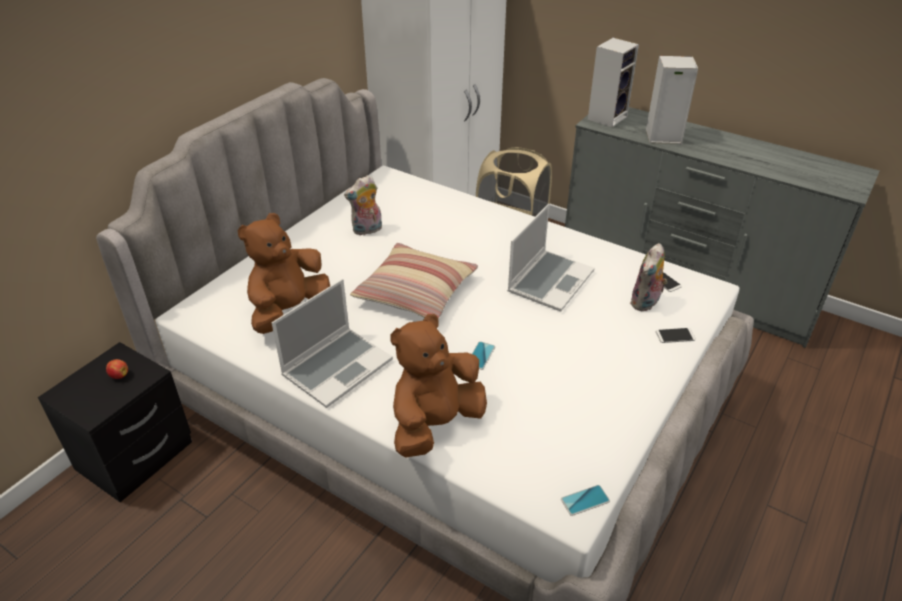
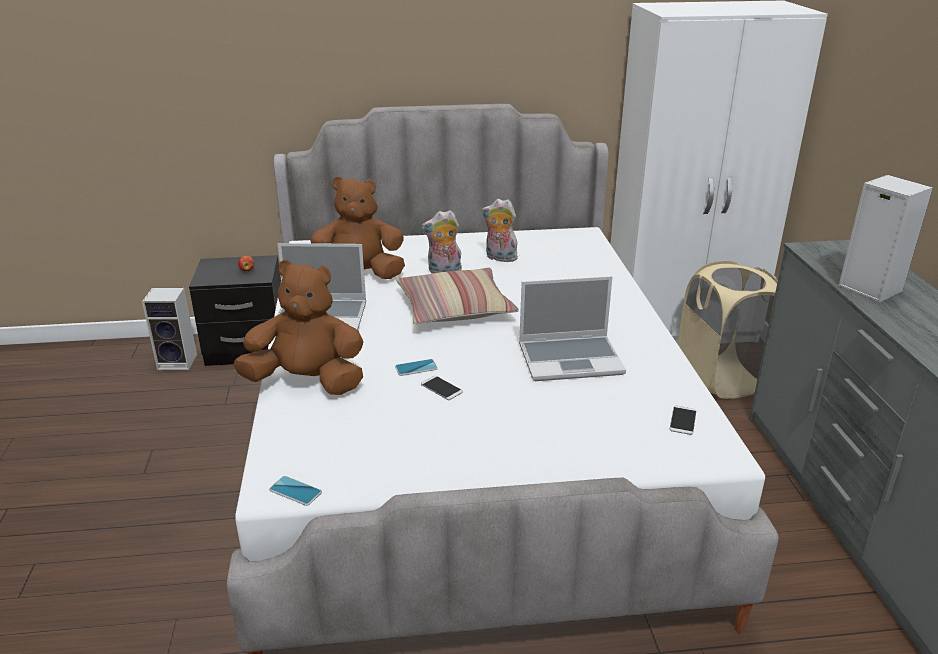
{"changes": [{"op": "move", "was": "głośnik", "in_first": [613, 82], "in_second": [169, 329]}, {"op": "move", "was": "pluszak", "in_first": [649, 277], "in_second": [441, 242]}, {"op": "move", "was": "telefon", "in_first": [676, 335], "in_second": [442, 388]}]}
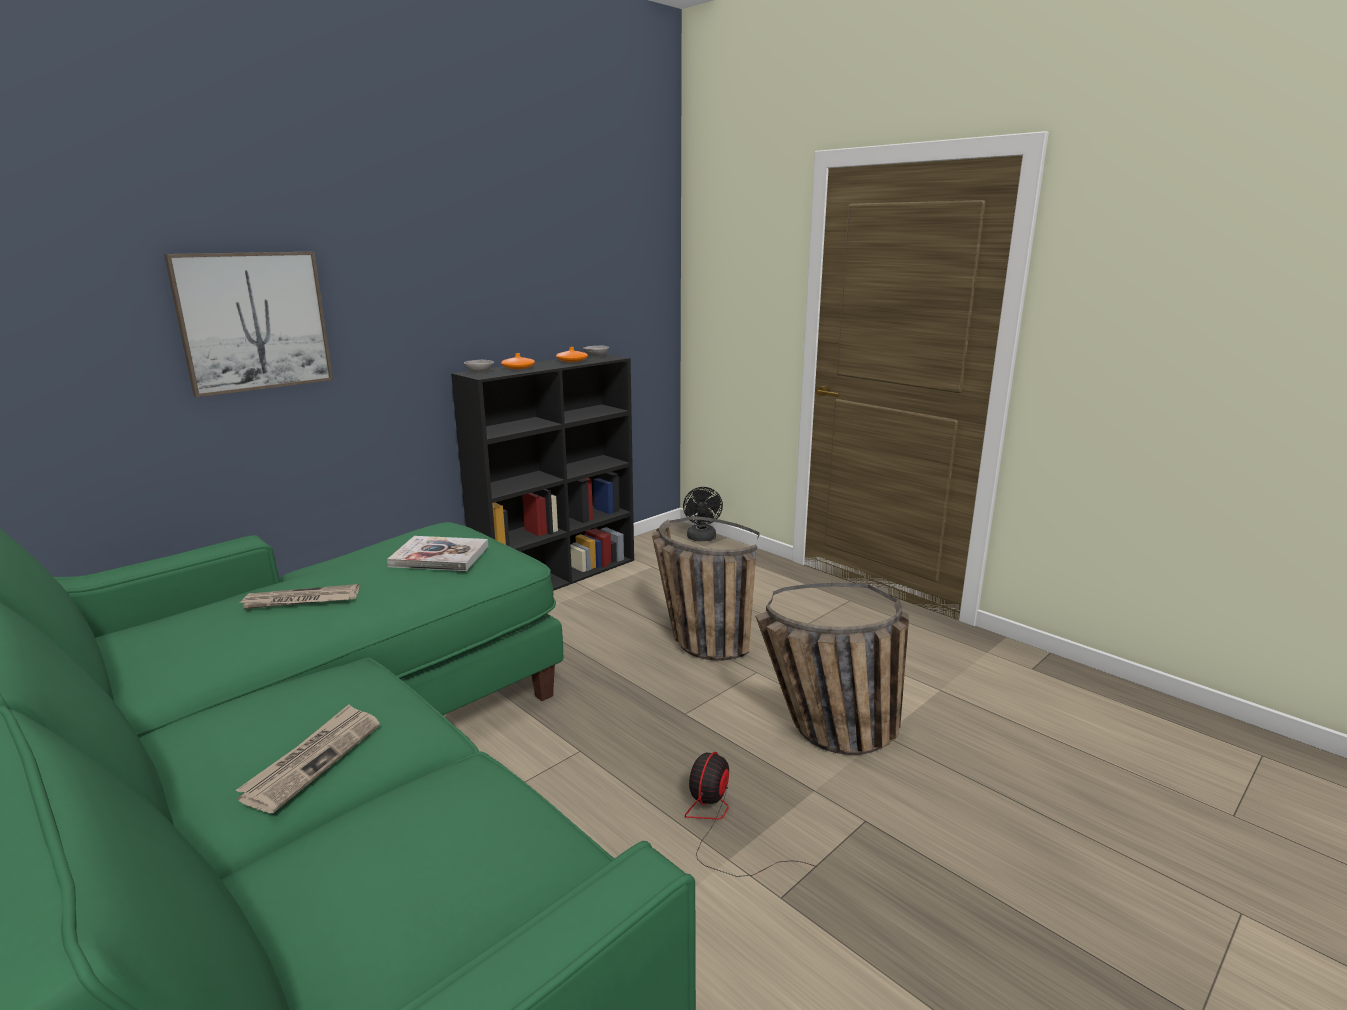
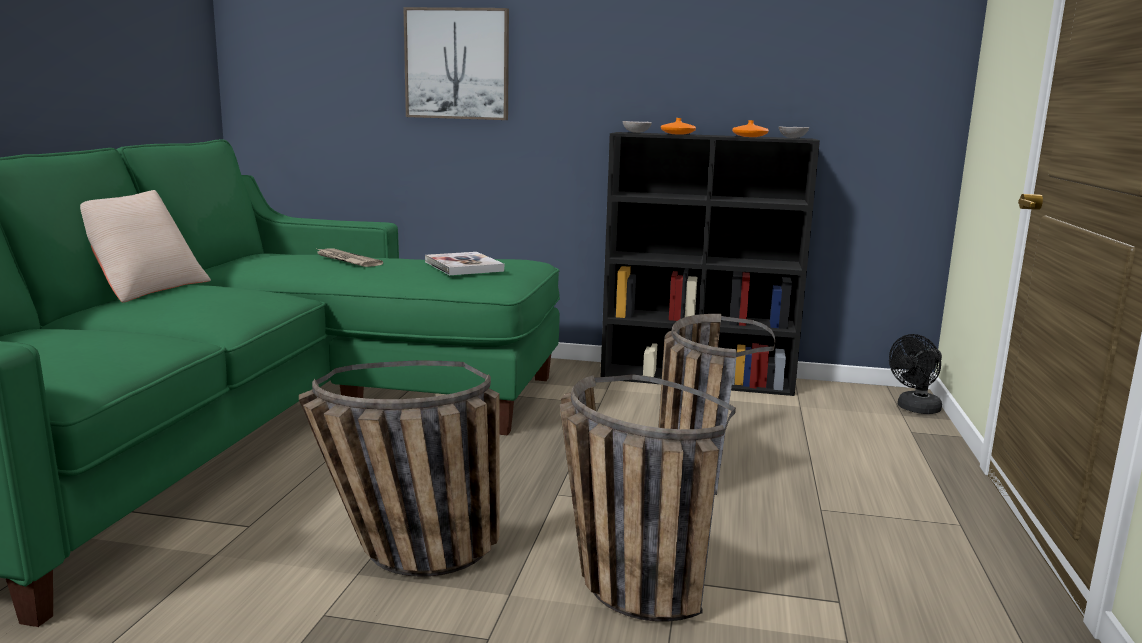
{"changes": [{"op": "delete", "was": "gazeta", "in_first": [308, 758]}, {"op": "replace", "was": "wentylator", "now": "koszyk", "in_first": [751, 814], "in_second": [399, 468]}, {"op": "insert", "now": "poduszka [beżowy]", "in_second": [145, 246]}]}
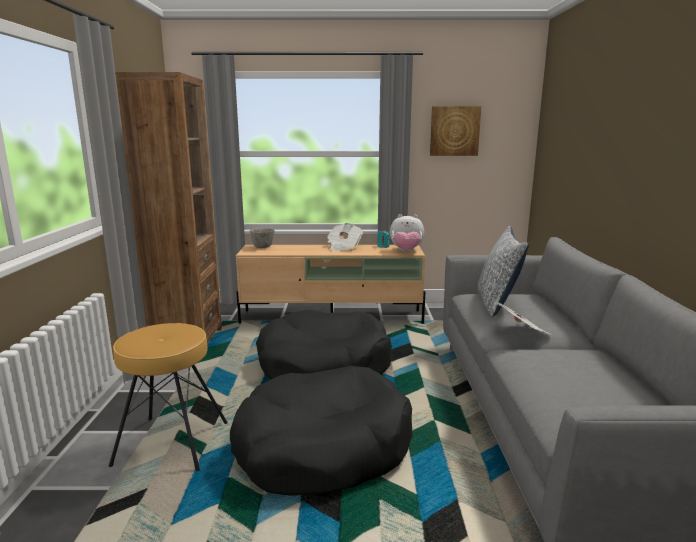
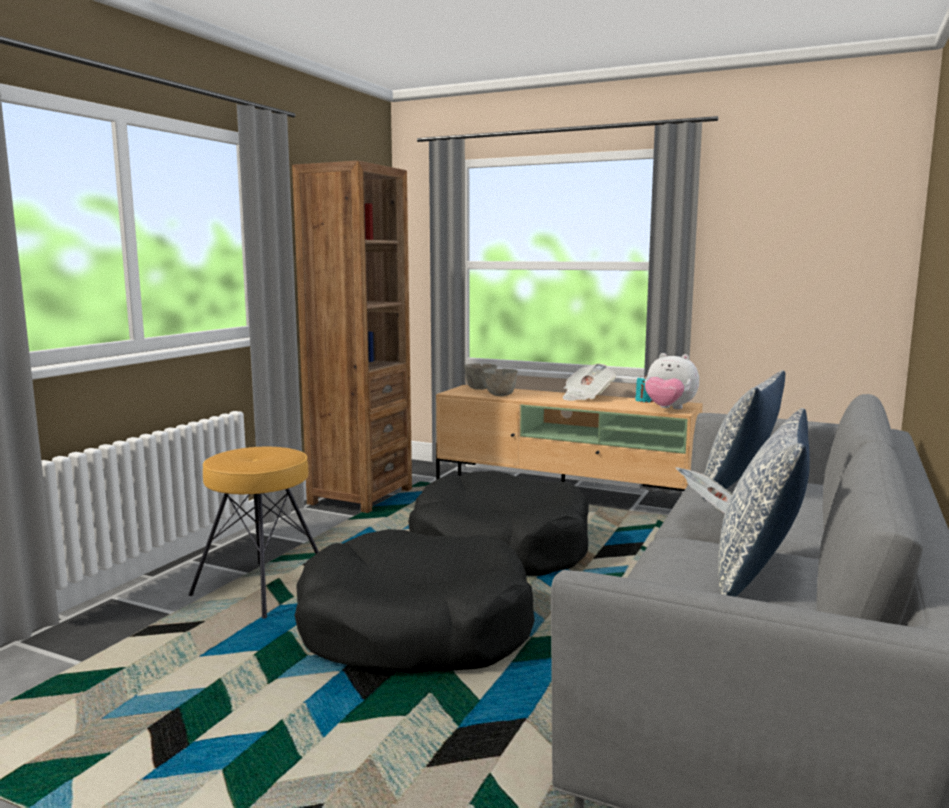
{"changes": [{"op": "delete", "was": "obraz", "in_first": [455, 131]}, {"op": "insert", "now": "miska [szary]", "in_second": [500, 382]}, {"op": "insert", "now": "poduszka", "in_second": [764, 502]}]}
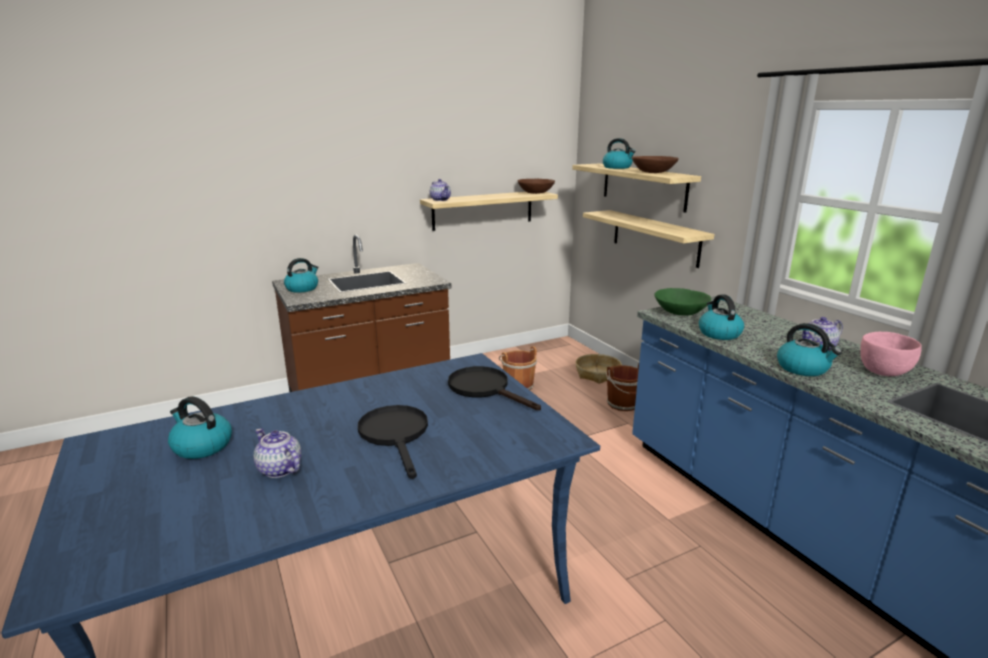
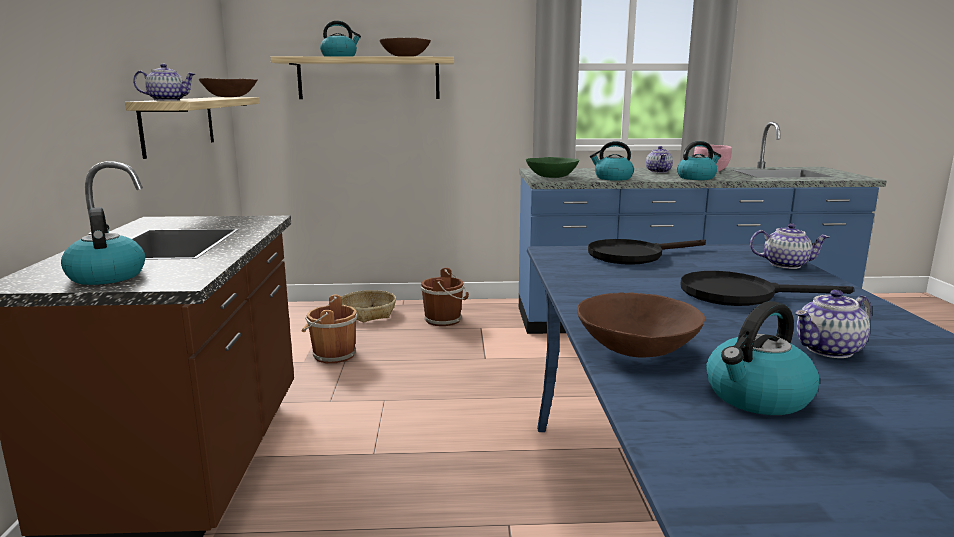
{"changes": [{"op": "delete", "was": "półka", "in_first": [649, 239]}, {"op": "insert", "now": "imbryk", "in_second": [789, 246]}, {"op": "insert", "now": "miska [brązowy]", "in_second": [641, 324]}]}
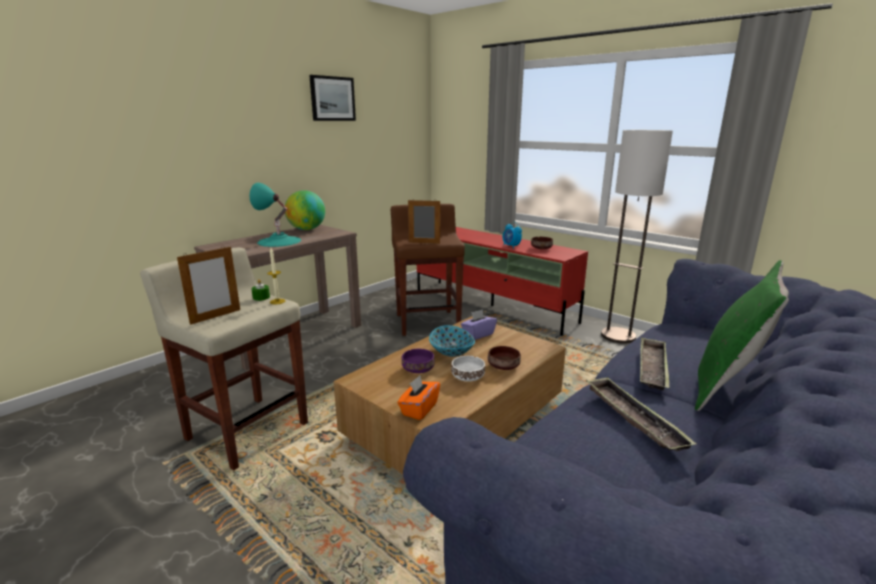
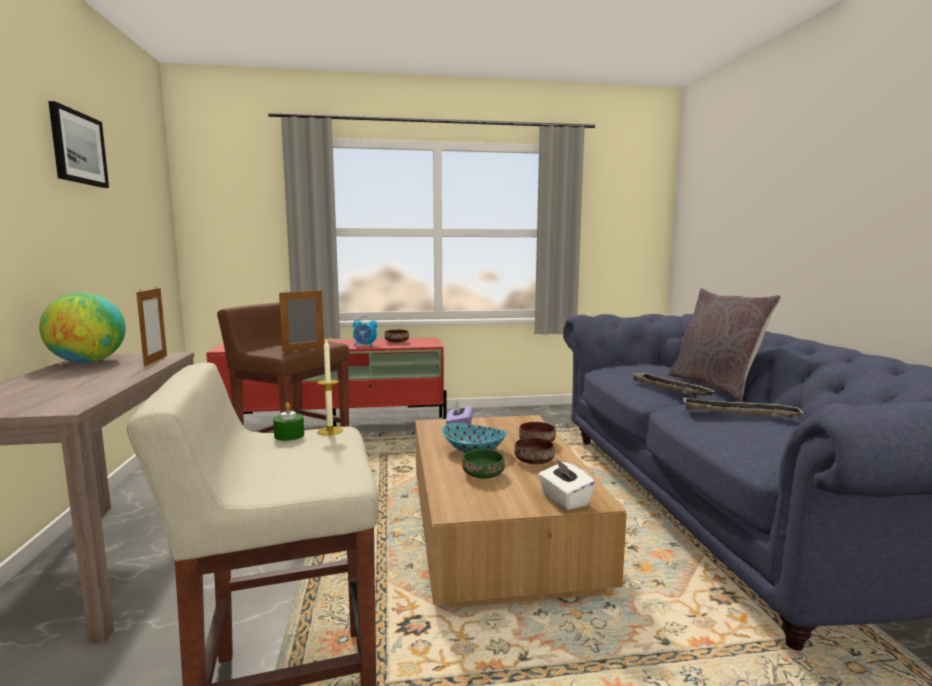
{"changes": [{"op": "delete", "was": "lampa stojąca", "in_first": [637, 237]}, {"op": "delete", "was": "lampa stołowa [turkusowy]", "in_first": [275, 215]}, {"op": "move", "was": "ramka na zdjęcie", "in_first": [208, 285], "in_second": [151, 326]}, {"op": "recolor", "was": "poduszka [zielony]", "now": "poduszka [szary]", "in_first": [742, 335], "in_second": [724, 344]}, {"op": "recolor", "was": "miska [fioletowy]", "now": "miska [zielony]", "in_first": [418, 361], "in_second": [483, 464]}, {"op": "recolor", "was": "miska [biały]", "now": "miska [brązowy]", "in_first": [468, 369], "in_second": [534, 450]}, {"op": "recolor", "was": "pudełko chusteczek [pomarańczowy]", "now": "pudełko chusteczek [biały]", "in_first": [418, 397], "in_second": [566, 484]}]}
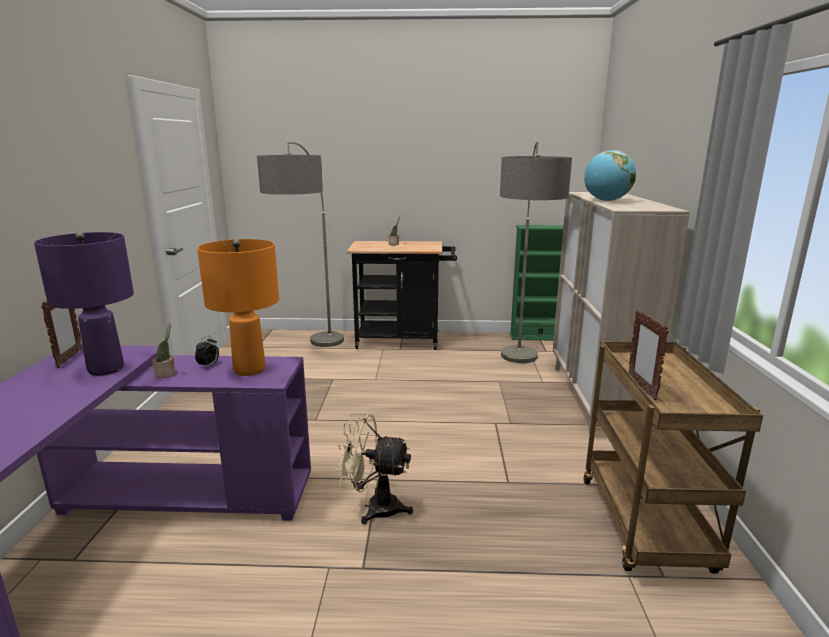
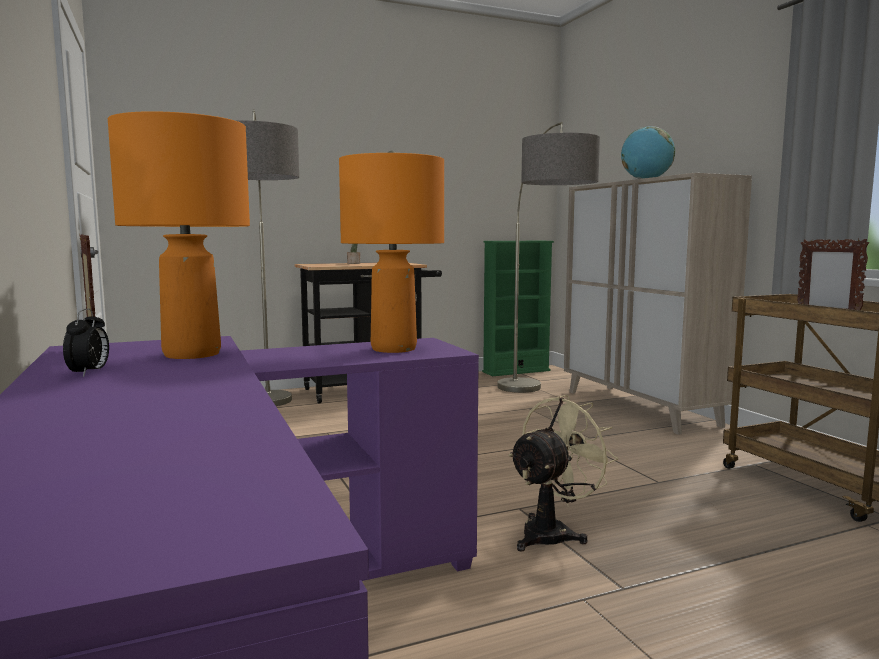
{"changes": [{"op": "recolor", "was": "lampa stołowa [fioletowy]", "now": "lampa stołowa [pomarańczowy]", "in_first": [84, 304], "in_second": [179, 235]}, {"op": "delete", "was": "roślina doniczkowa", "in_first": [163, 350]}, {"op": "move", "was": "budzik", "in_first": [207, 352], "in_second": [86, 343]}, {"op": "rotate", "was": "wentylator [beżowy]", "in_first": [374, 468], "in_second": [563, 473], "clockwise": 150}]}
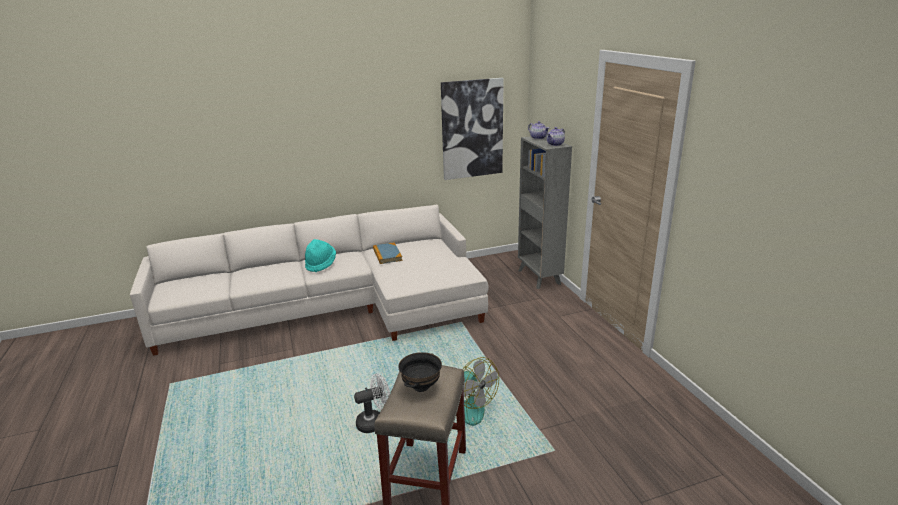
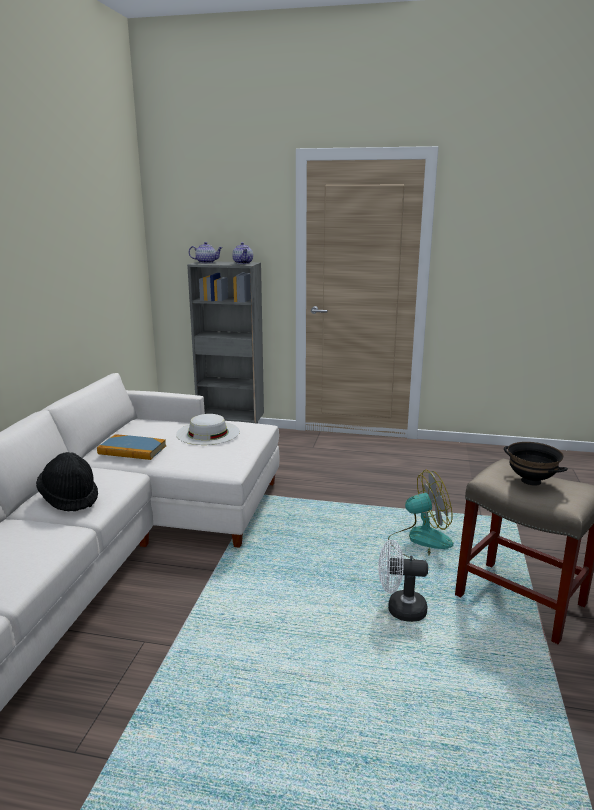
{"changes": [{"op": "delete", "was": "obraz", "in_first": [472, 129]}, {"op": "recolor", "was": "kapelusz [turkusowy]", "now": "kapelusz [czarny]", "in_first": [320, 255], "in_second": [67, 481]}, {"op": "rotate", "was": "wentylator [biały]", "in_first": [372, 403], "in_second": [403, 580], "clockwise": -90}, {"op": "insert", "now": "kapelusz [biały]", "in_second": [208, 429]}]}
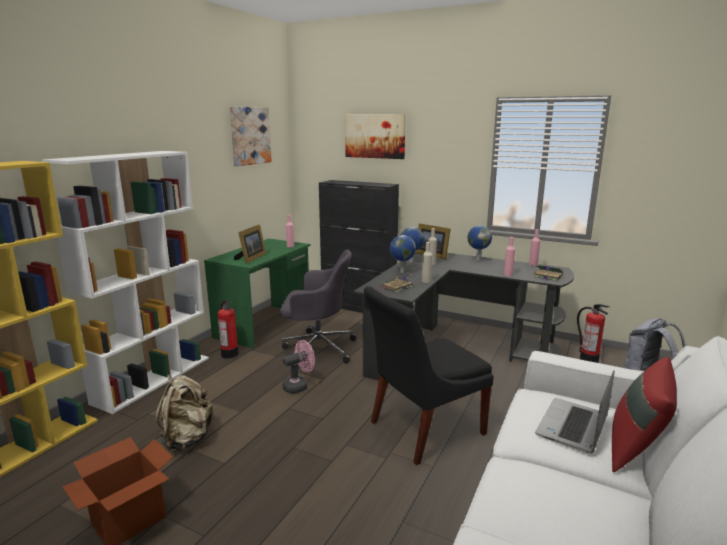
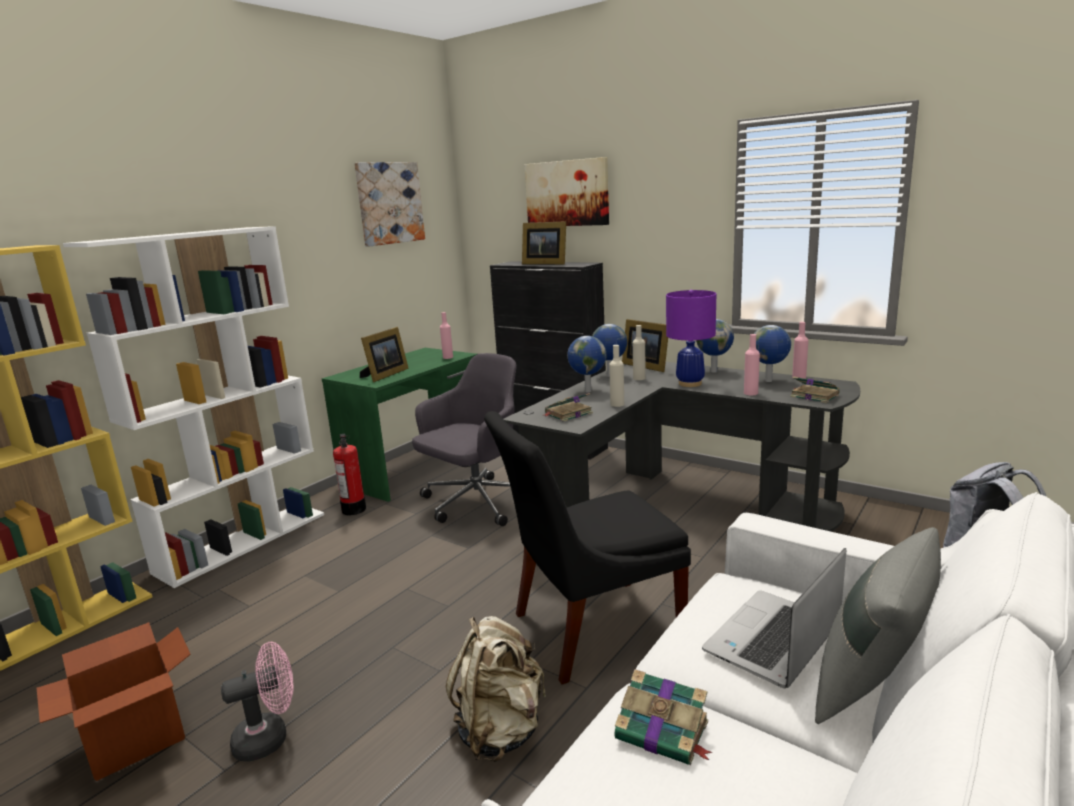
{"changes": [{"op": "rotate", "was": "krzesło biurowe [szary]", "in_first": [318, 308], "in_second": [464, 439], "clockwise": -60}, {"op": "delete", "was": "gaśnica", "in_first": [593, 333]}, {"op": "move", "was": "wentylator [różowy]", "in_first": [298, 366], "in_second": [257, 702]}, {"op": "recolor", "was": "poduszka [czerwony]", "now": "poduszka [szary]", "in_first": [644, 414], "in_second": [878, 625]}, {"op": "move", "was": "plecak [beżowy]", "in_first": [185, 412], "in_second": [496, 689]}, {"op": "insert", "now": "ramka na zdjęcie", "in_second": [544, 243]}, {"op": "insert", "now": "lampa stołowa [fioletowy]", "in_second": [691, 338]}, {"op": "insert", "now": "globus", "in_second": [772, 353]}, {"op": "insert", "now": "książka", "in_second": [663, 717]}]}
